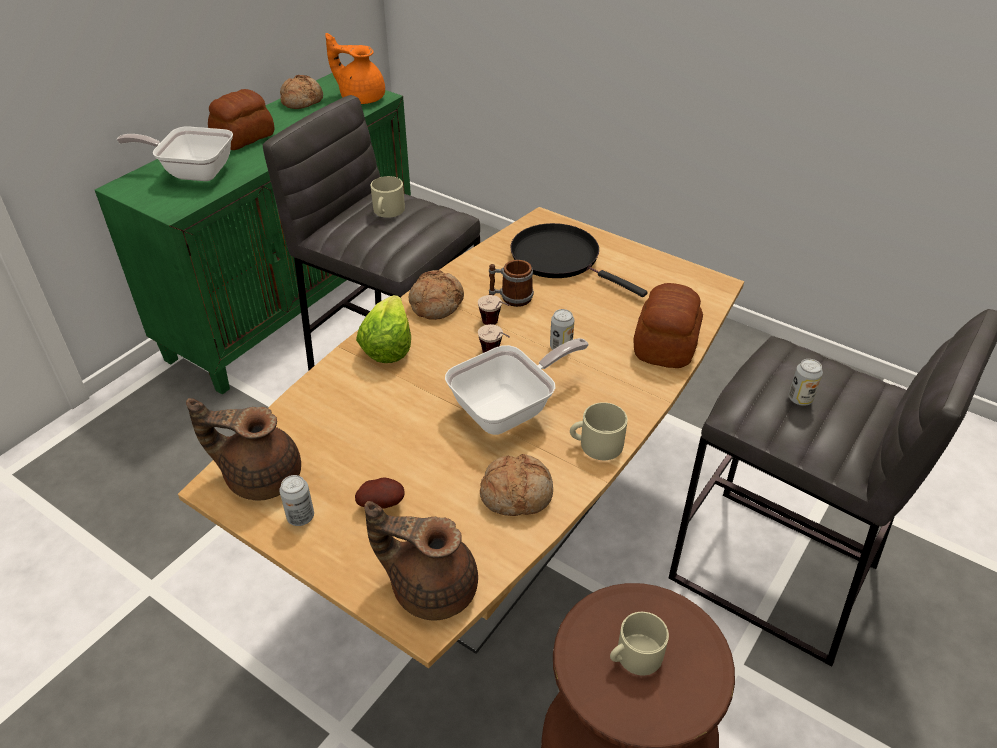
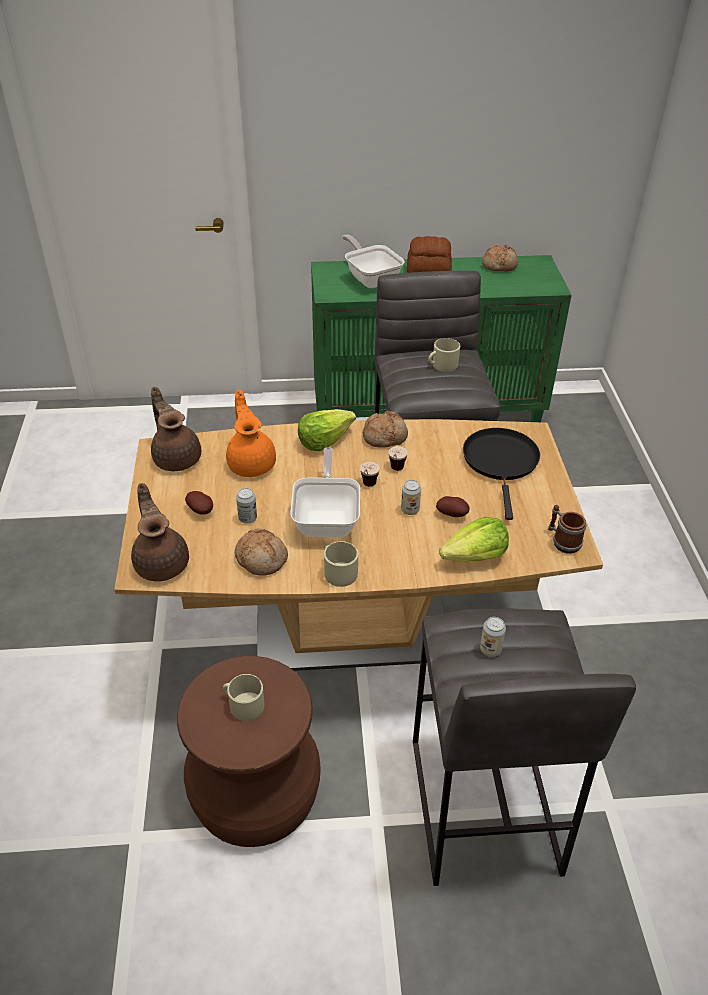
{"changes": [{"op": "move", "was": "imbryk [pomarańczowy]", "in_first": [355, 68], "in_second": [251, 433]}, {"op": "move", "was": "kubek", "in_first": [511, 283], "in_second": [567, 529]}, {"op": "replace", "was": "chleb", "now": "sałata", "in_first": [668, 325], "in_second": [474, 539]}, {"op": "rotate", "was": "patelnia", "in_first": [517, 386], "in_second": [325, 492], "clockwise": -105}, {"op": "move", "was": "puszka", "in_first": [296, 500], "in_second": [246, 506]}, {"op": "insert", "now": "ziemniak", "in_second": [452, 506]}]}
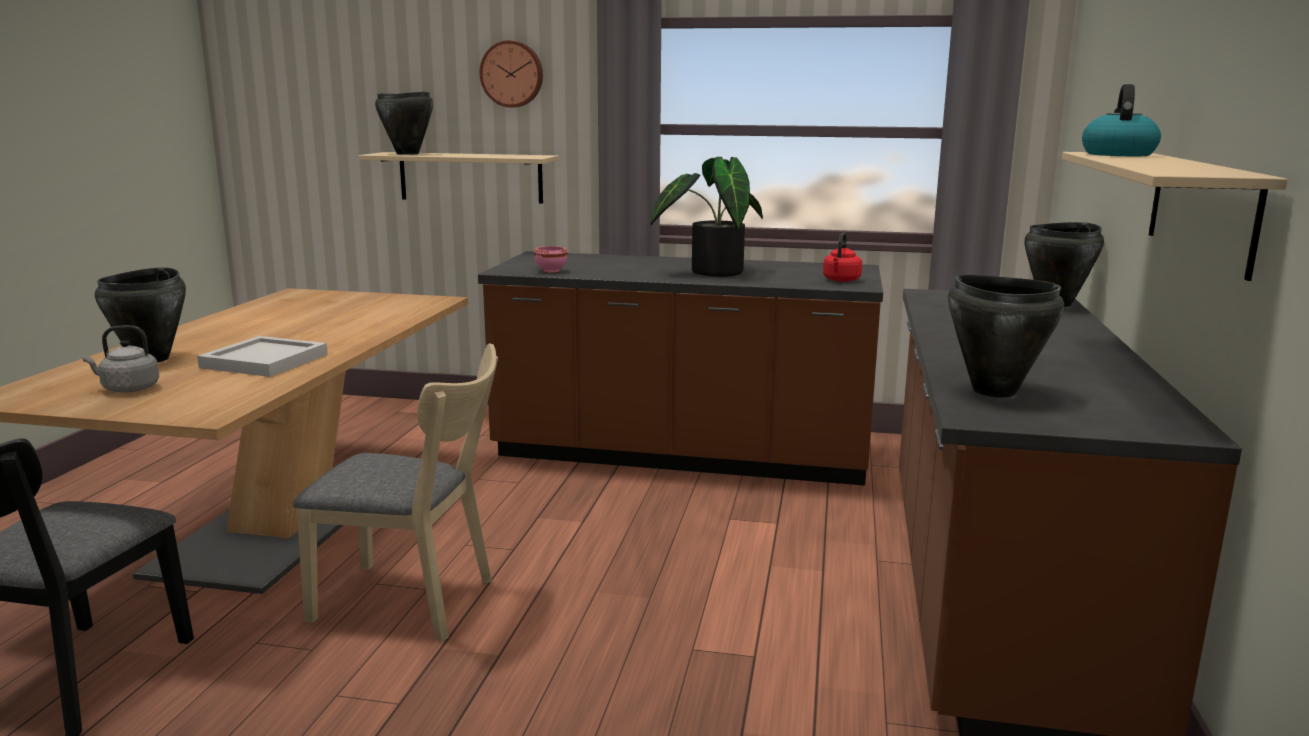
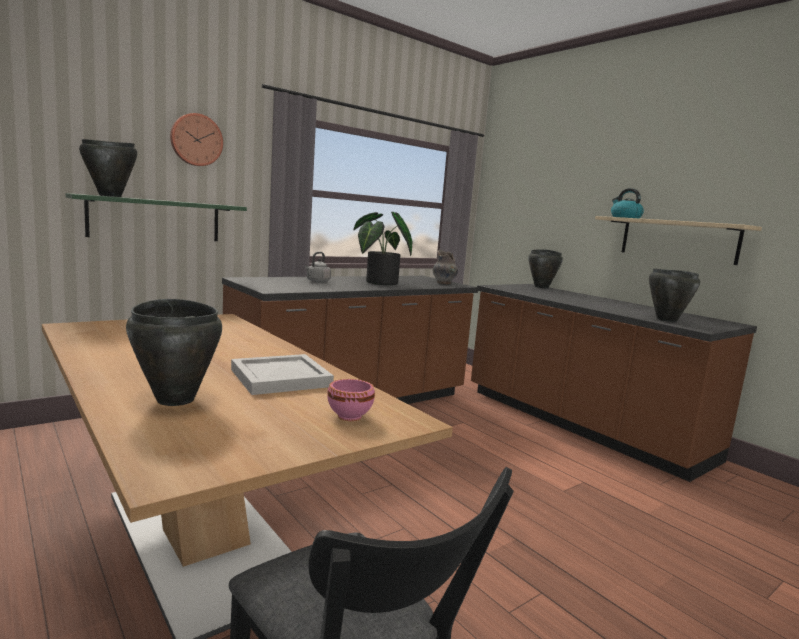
{"changes": [{"op": "recolor", "was": "półka [beżowy]", "now": "półka [zielony]", "in_first": [458, 178], "in_second": [156, 217]}, {"op": "replace", "was": "czajnik [czerwony]", "now": "wazon [szary]", "in_first": [842, 257], "in_second": [445, 267]}, {"op": "move", "was": "miska [różowy]", "in_first": [550, 259], "in_second": [351, 400]}, {"op": "move", "was": "czajnik [szary]", "in_first": [120, 359], "in_second": [318, 267]}, {"op": "delete", "was": "krzesło [beżowy]", "in_first": [395, 492]}]}
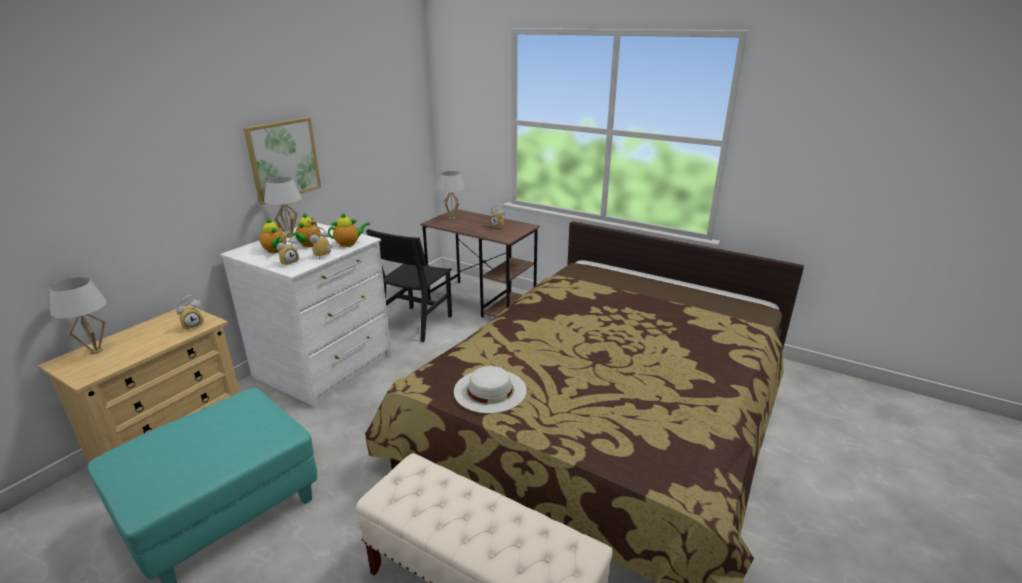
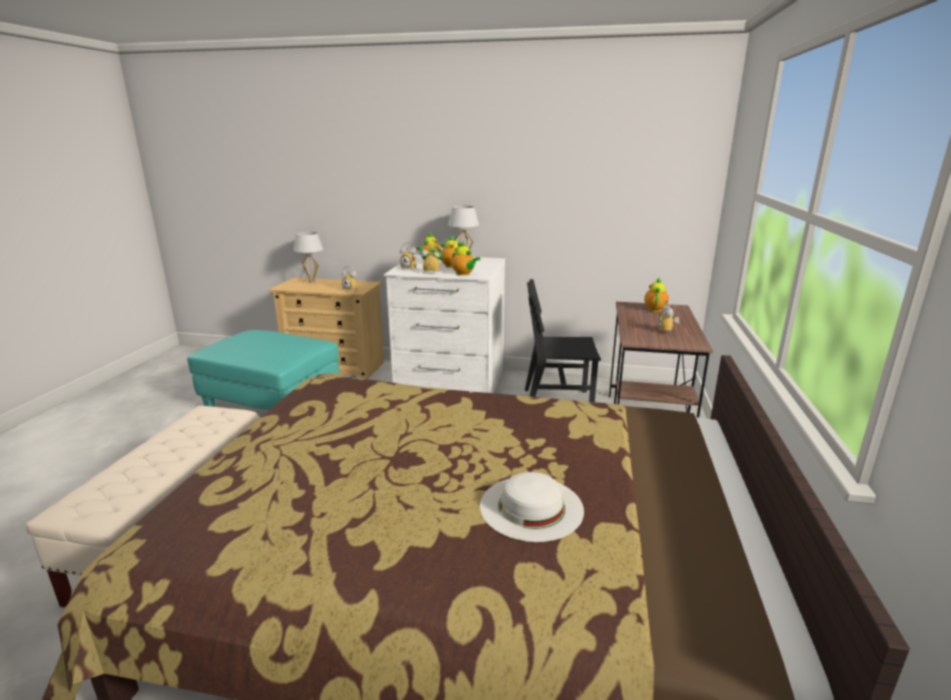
{"changes": [{"op": "delete", "was": "obraz", "in_first": [282, 161]}, {"op": "replace", "was": "lampa stołowa [biały]", "now": "imbryk", "in_first": [451, 195], "in_second": [656, 295]}, {"op": "move", "was": "kapelusz [biały]", "in_first": [490, 389], "in_second": [532, 507]}]}
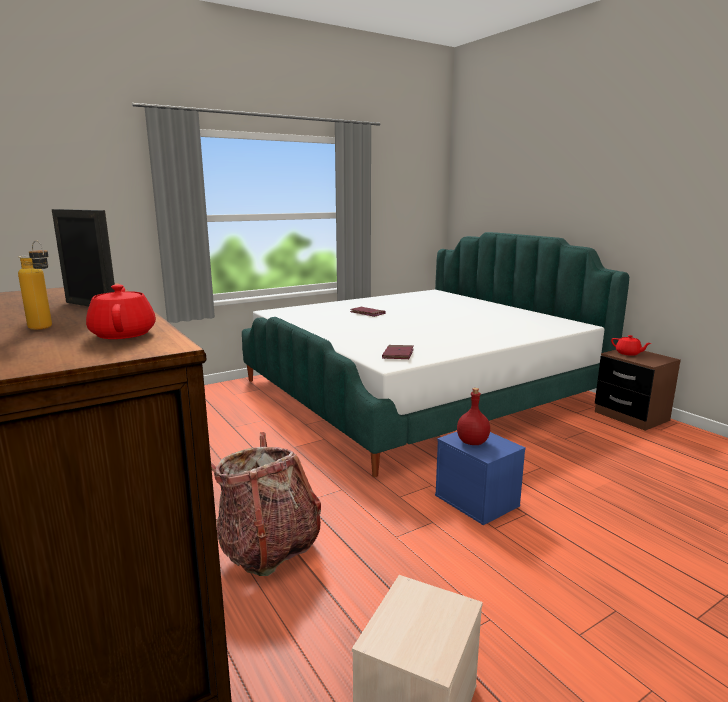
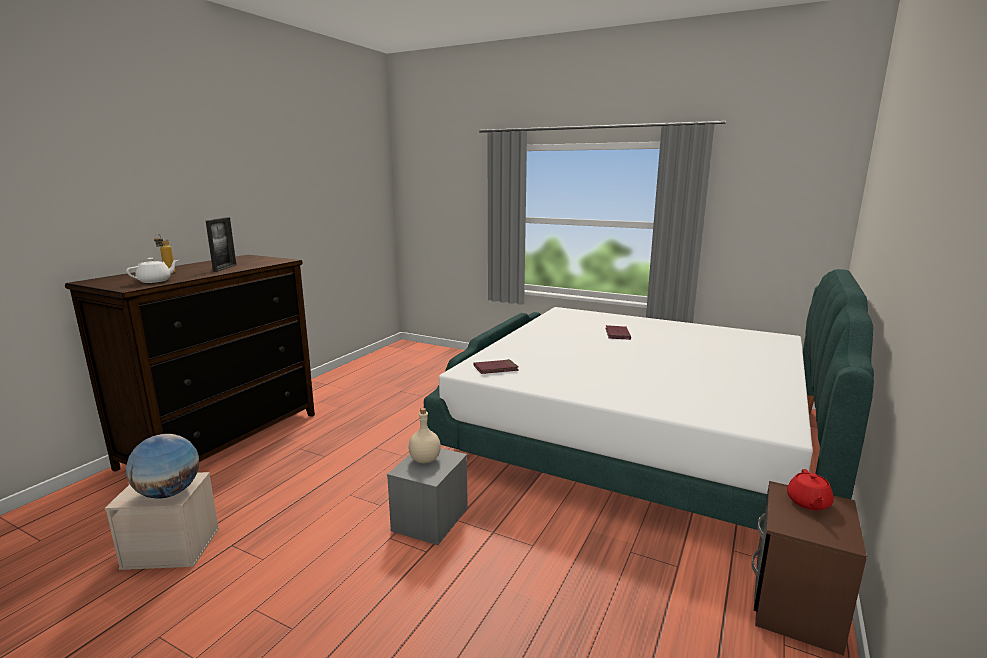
{"changes": [{"op": "recolor", "was": "imbryk [czerwony]", "now": "imbryk [biały]", "in_first": [121, 312], "in_second": [152, 270]}, {"op": "recolor", "was": "butelka [czerwony]", "now": "butelka [beżowy]", "in_first": [473, 416], "in_second": [425, 435]}, {"op": "delete", "was": "plecak", "in_first": [266, 504]}, {"op": "recolor", "was": "pojemnik do przechowywania [niebieski]", "now": "pojemnik do przechowywania [szary]", "in_first": [480, 478], "in_second": [427, 496]}, {"op": "insert", "now": "globus", "in_second": [162, 466]}]}
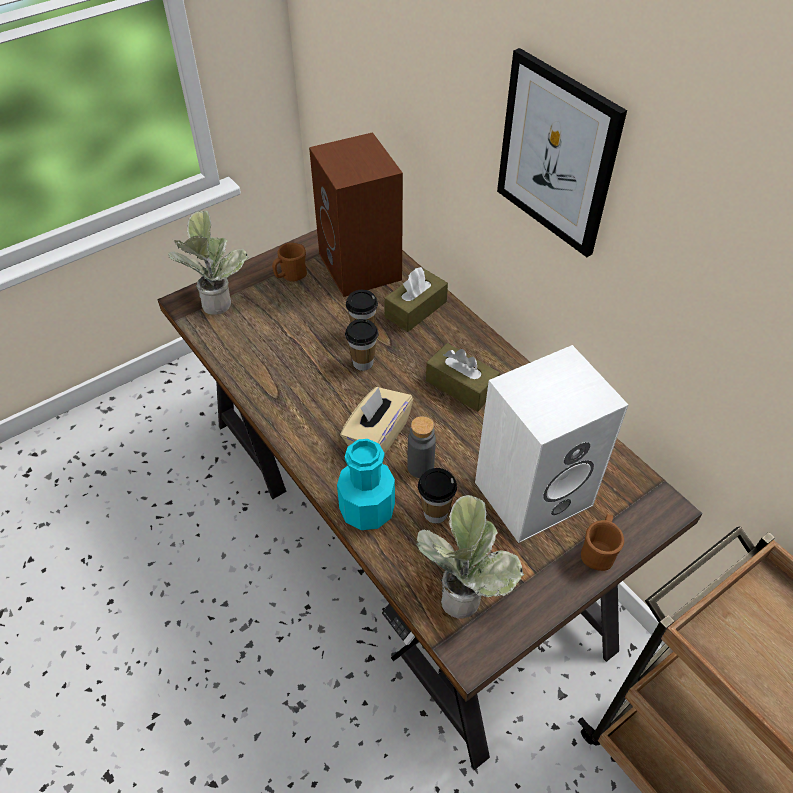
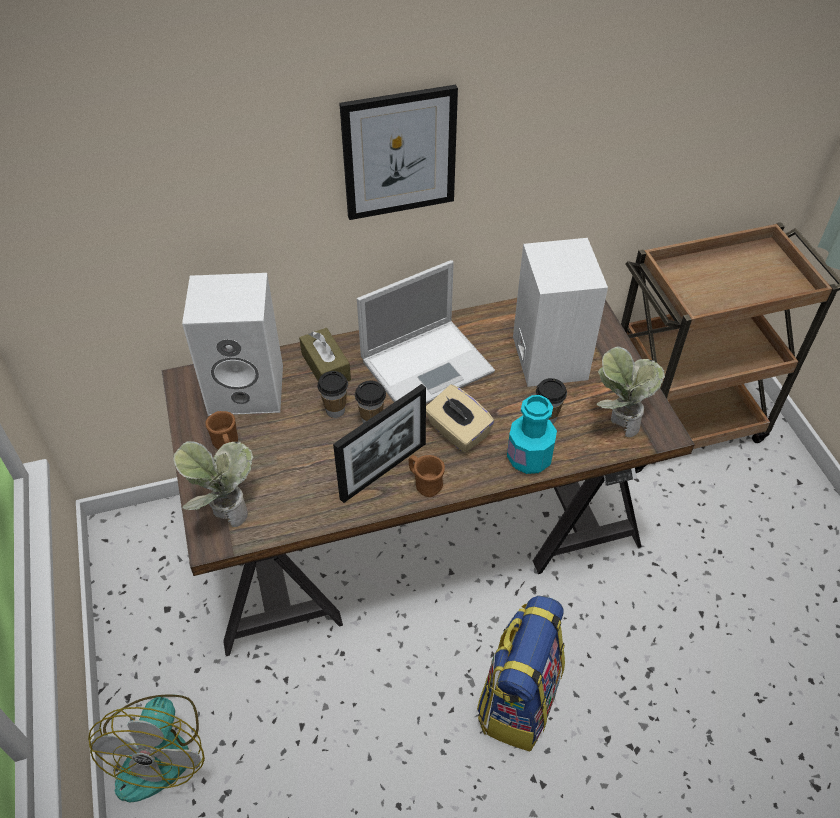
{"changes": [{"op": "recolor", "was": "głośnik [brązowy]", "now": "głośnik [biały]", "in_first": [356, 214], "in_second": [232, 344]}, {"op": "replace", "was": "pudełko chusteczek [brązowy]", "now": "laptop", "in_first": [463, 377], "in_second": [426, 332]}, {"op": "delete", "was": "butelka [szary]", "in_first": [421, 447]}, {"op": "move", "was": "kubek [brązowy]", "in_first": [602, 542], "in_second": [426, 476]}, {"op": "insert", "now": "ramka na zdjęcie", "in_second": [379, 443]}, {"op": "insert", "now": "plecak", "in_second": [521, 673]}, {"op": "insert", "now": "wentylator", "in_second": [146, 748]}]}
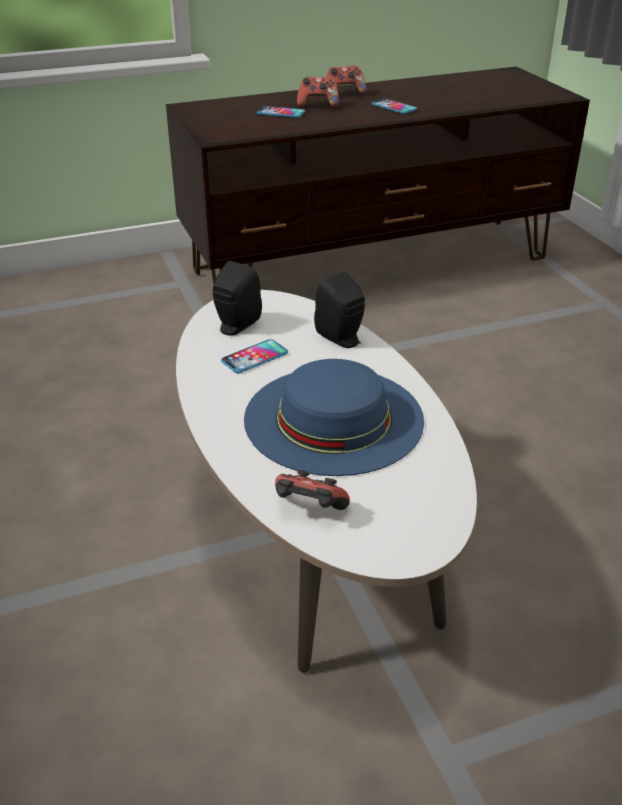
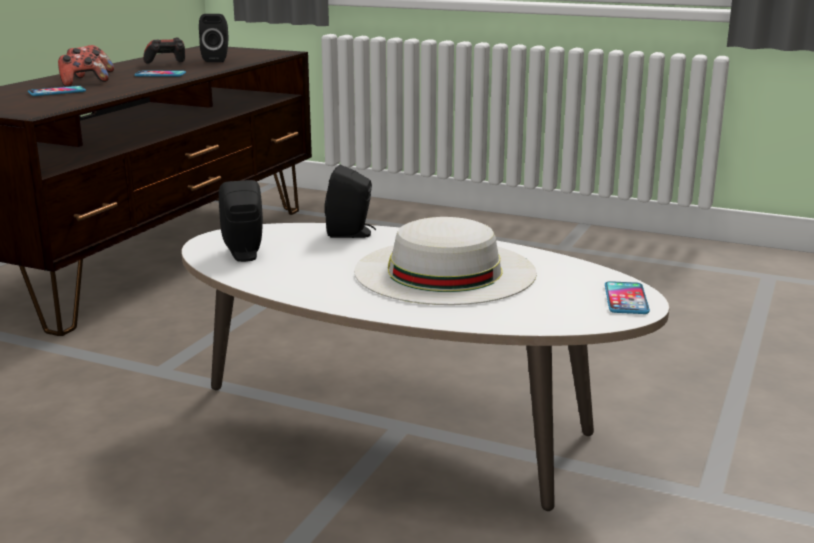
{"changes": [{"op": "move", "was": "telefon", "in_first": [254, 356], "in_second": [627, 297]}, {"op": "recolor", "was": "kapelusz [niebieski]", "now": "kapelusz [biały]", "in_first": [334, 417], "in_second": [445, 261]}, {"op": "move", "was": "pad do gier", "in_first": [312, 490], "in_second": [164, 51]}, {"op": "insert", "now": "głośnik [czarny]", "in_second": [214, 38]}]}
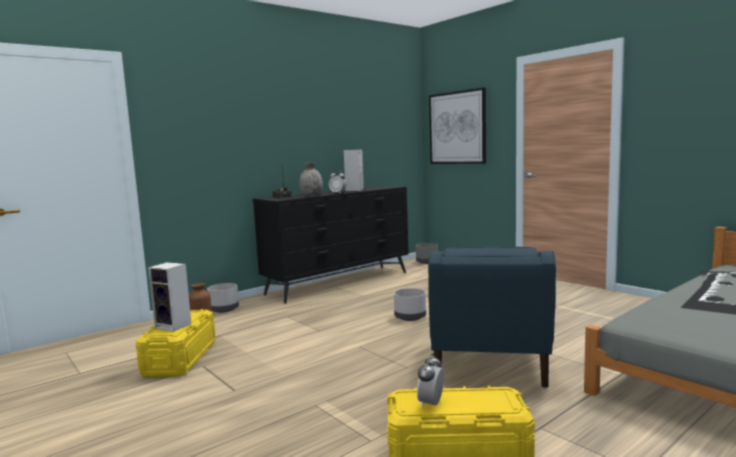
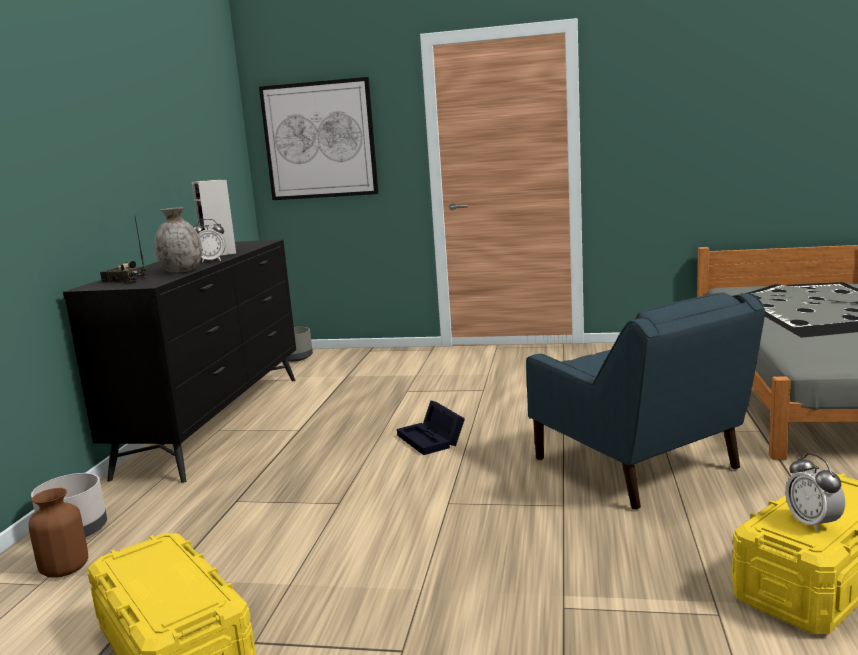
{"changes": [{"op": "delete", "was": "głośnik", "in_first": [170, 297]}, {"op": "replace", "was": "donica [szary]", "now": "pojemnik do przechowywania [czarny]", "in_first": [410, 304], "in_second": [431, 428]}]}
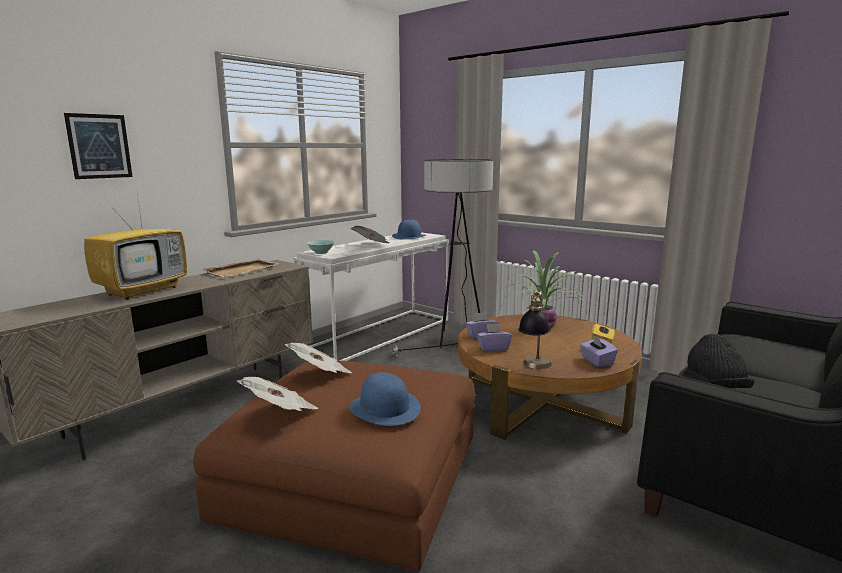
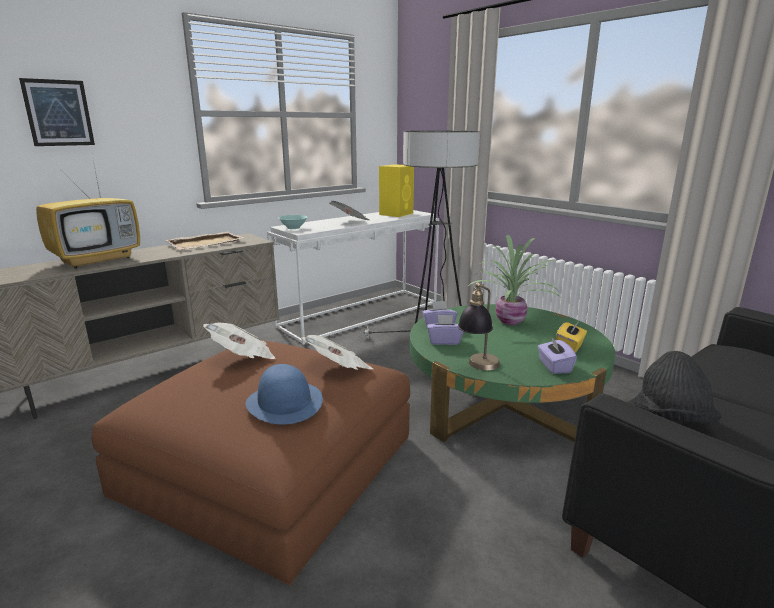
{"changes": [{"op": "replace", "was": "kapelusz [niebieski]", "now": "głośnik [żółty]", "in_first": [409, 229], "in_second": [396, 190]}, {"op": "recolor", "was": "ława [brązowy]", "now": "ława [zielony]", "in_first": [550, 377], "in_second": [512, 373]}, {"op": "move", "was": "gazeta", "in_first": [277, 394], "in_second": [337, 352]}]}
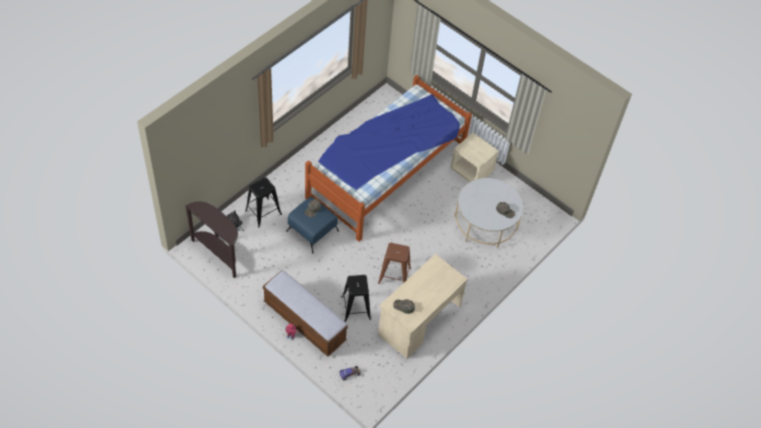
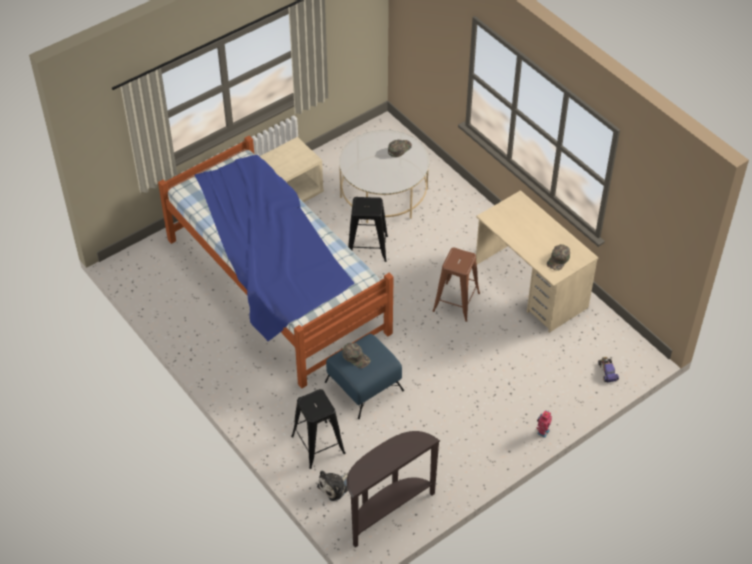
{"changes": [{"op": "delete", "was": "ławka", "in_first": [305, 313]}, {"op": "move", "was": "stołek [czarny]", "in_first": [356, 298], "in_second": [368, 229]}]}
